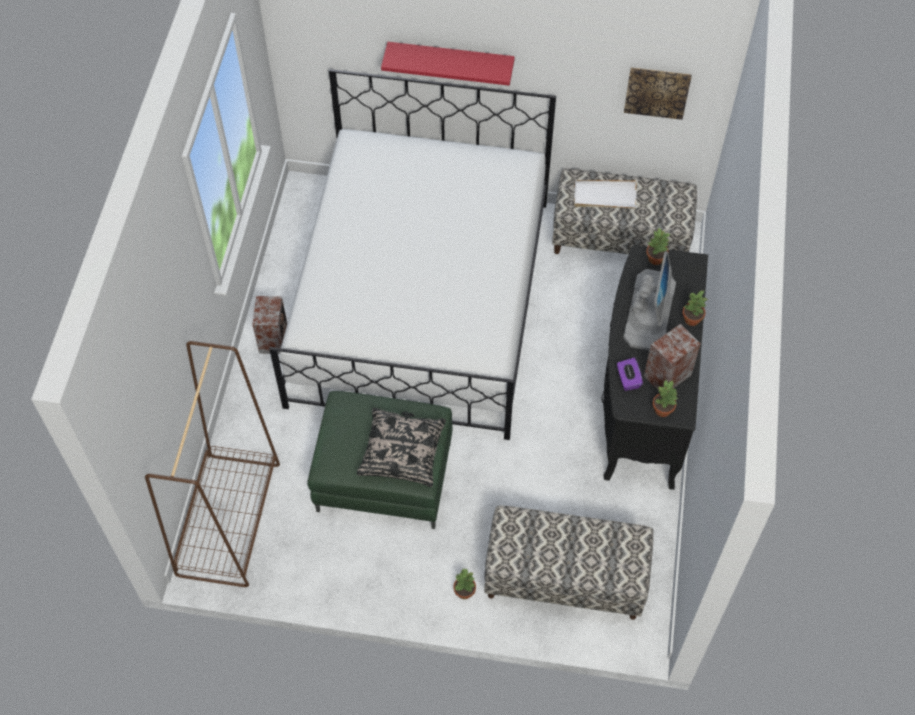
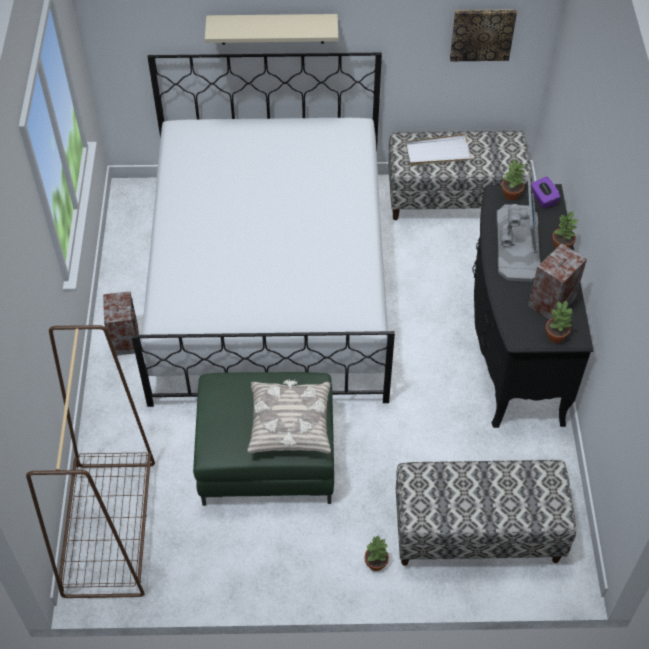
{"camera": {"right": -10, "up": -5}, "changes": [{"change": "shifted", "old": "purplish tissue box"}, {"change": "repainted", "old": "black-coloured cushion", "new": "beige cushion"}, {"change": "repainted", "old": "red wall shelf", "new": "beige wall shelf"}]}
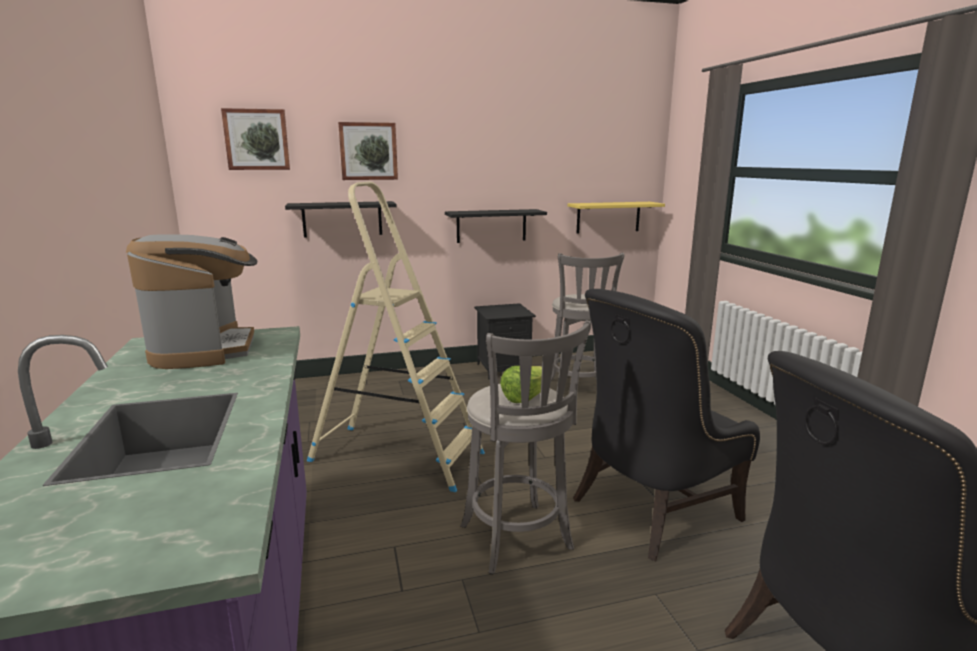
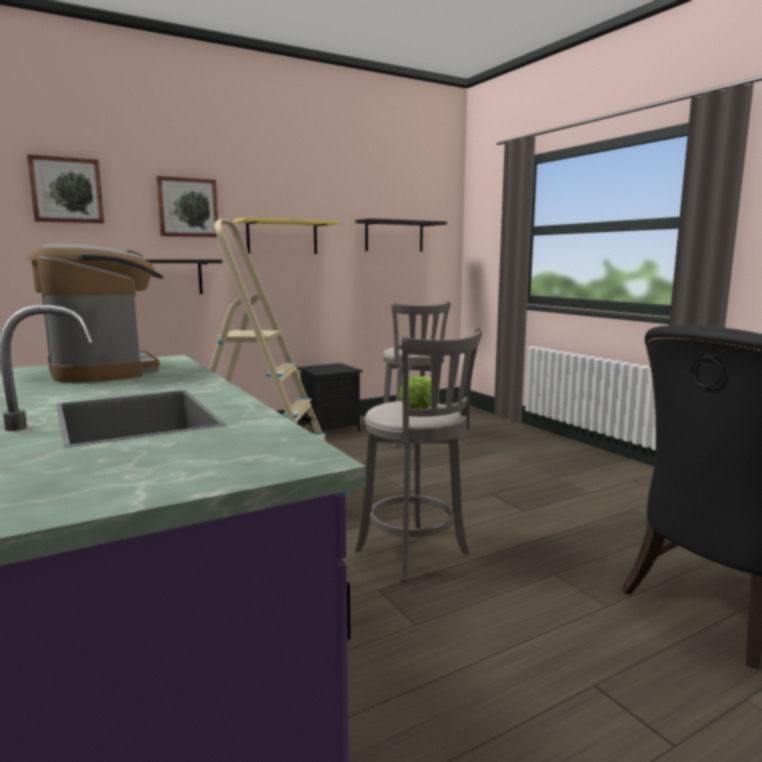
{"camera": {"right": -15, "up": -5}, "changes": [{"change": "gone", "old": "black-coloured upright chair (no. 1 from left)"}, {"change": "shifted", "old": "black-coloured wall shelf (no. 2 from left)"}, {"change": "shifted", "old": "yellow wall shelf"}]}
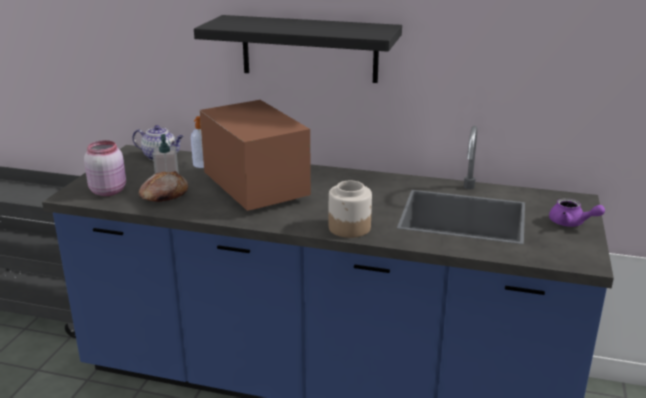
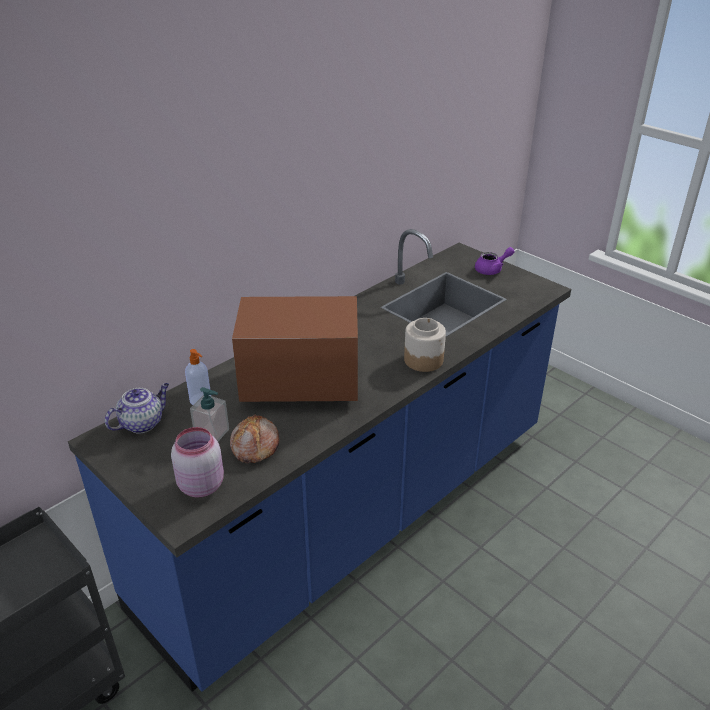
{"camera": {"right": -60, "up": 10}, "changes": [{"change": "gone", "old": "black-coloured wall shelf"}]}
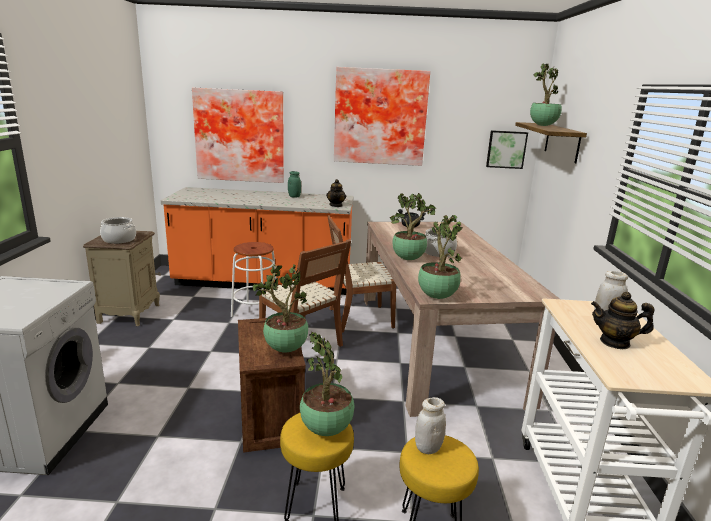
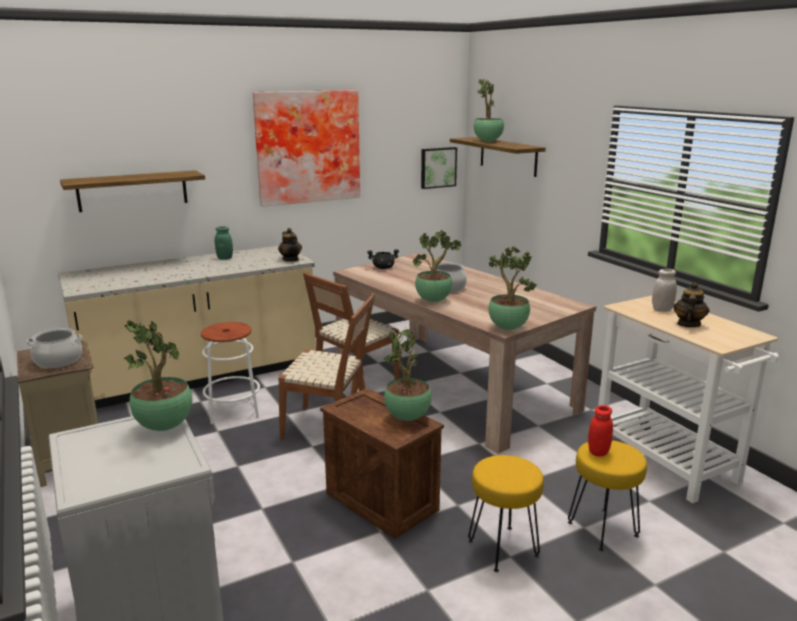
{"camera": {"right": -30, "up": 0}, "changes": [{"change": "shifted", "old": "potted plant (no. 2 from left in the first image)", "new": "potted plant (no. 1 from left)"}, {"change": "swapped", "old": "wall picture (no. 1 from left)", "new": "wall shelf (no. 1 from left)"}, {"change": "repainted", "old": "orange kitchen counter", "new": "beige kitchen counter"}, {"change": "repainted", "old": "white-coloured storage jar (no. 1 from left)", "new": "red storage jar"}, {"change": "rotated", "old": "pot for tea (no. 2 from left)", "degrees": 135}]}
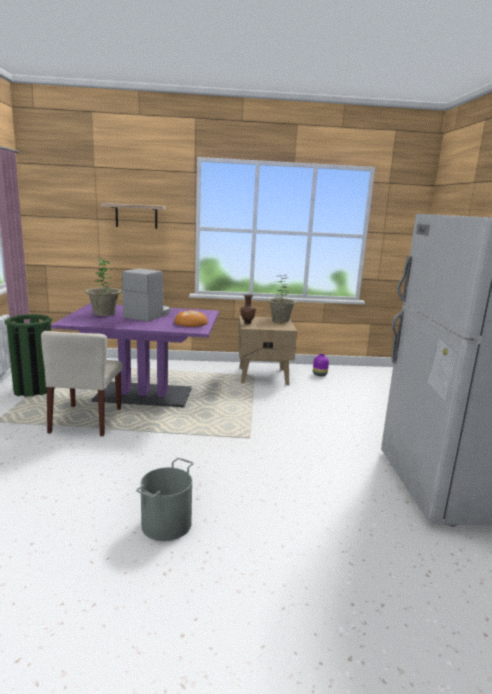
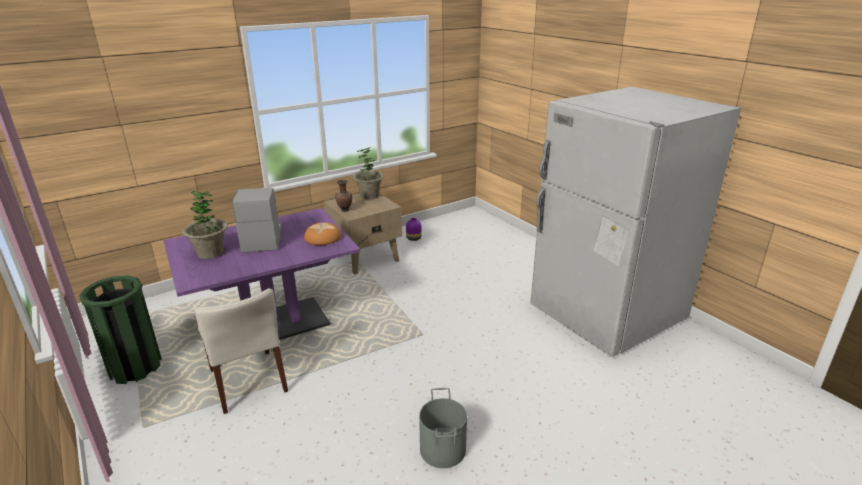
{"camera": {"right": -30, "up": 10}, "changes": [{"change": "gone", "old": "wall shelf"}]}
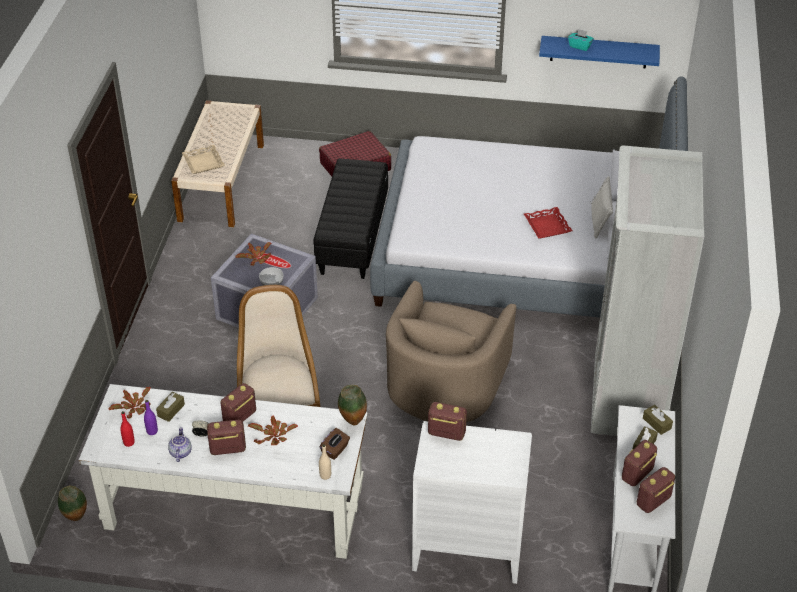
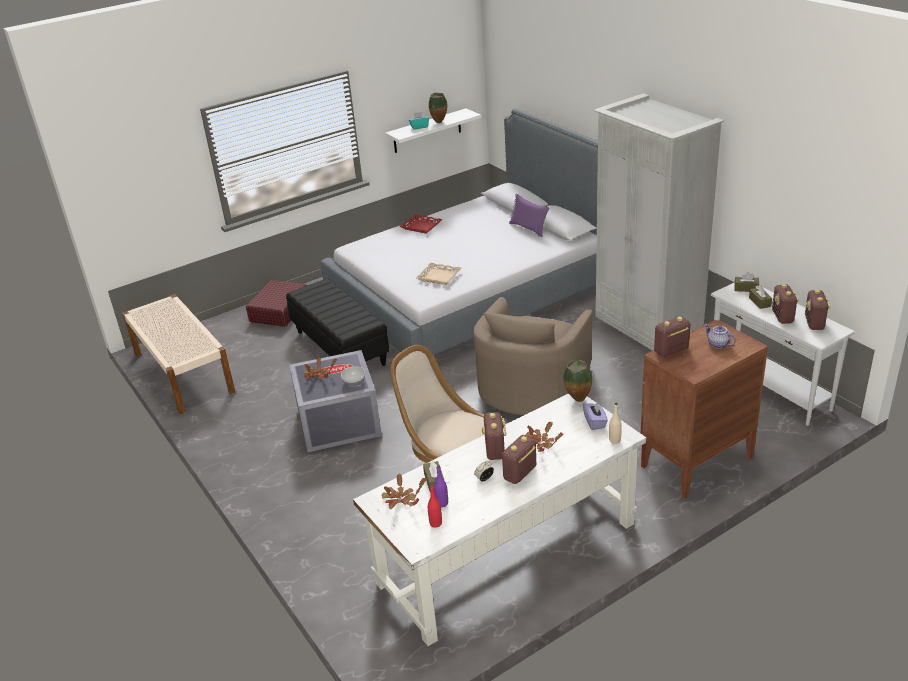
{"camera": {"right": -40, "up": -10}, "changes": [{"change": "shifted", "old": "flower vase (no. 1 from left)"}, {"change": "shifted", "old": "pot for tea"}, {"change": "shifted", "old": "beige carrying tray"}, {"change": "shifted", "old": "red carrying tray"}, {"change": "repainted", "old": "brown tissue box (no. 2 from left)", "new": "purplish tissue box"}, {"change": "repainted", "old": "white-coloured dresser", "new": "brown dresser"}, {"change": "repainted", "old": "blue wall shelf", "new": "white-coloured wall shelf"}, {"change": "repainted", "old": "white-coloured cushion", "new": "purplish cushion"}, {"change": "rotated", "old": "beige easy chair", "degrees": 45}]}
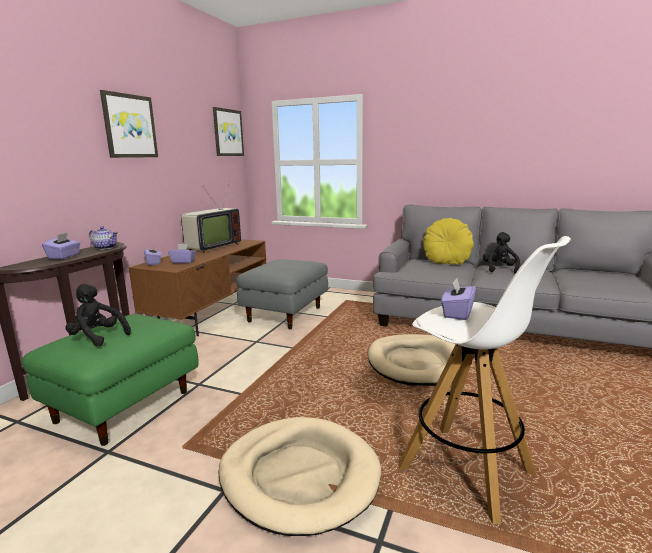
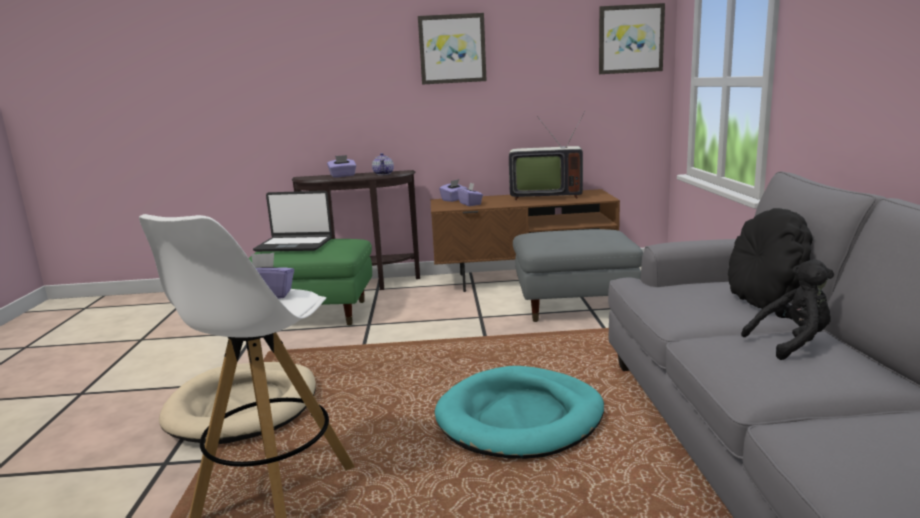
{"camera": {"right": 65, "up": 0}, "changes": [{"change": "swapped", "old": "black-coloured plush toy (no. 1 from left)", "new": "laptop"}, {"change": "repainted", "old": "beige pet bed (no. 2 from left)", "new": "blue-green pet bed"}, {"change": "repainted", "old": "yellow cushion", "new": "black-coloured cushion"}]}
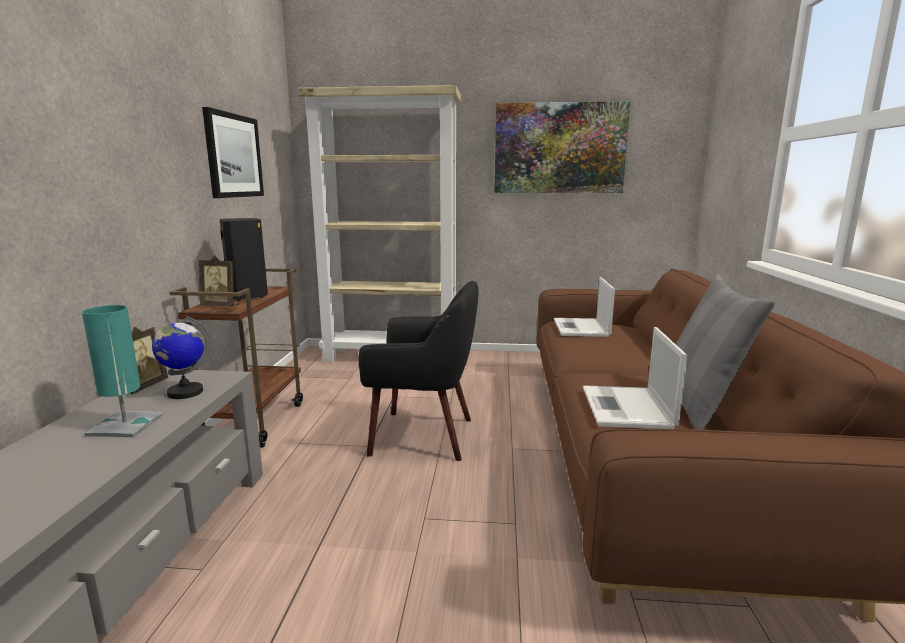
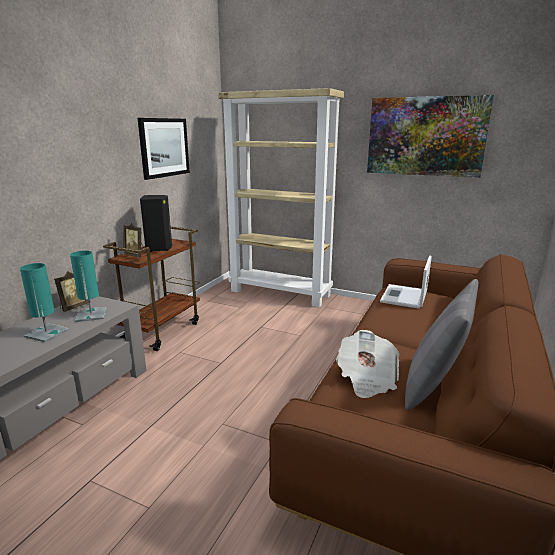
{"camera": {"right": 20, "up": 5}, "changes": [{"change": "gone", "old": "black-coloured easy chair"}, {"change": "swapped", "old": "desk globe", "new": "blue-green table lamp (no. 2 from left)"}, {"change": "swapped", "old": "laptop (no. 2 from left)", "new": "daily paper"}]}
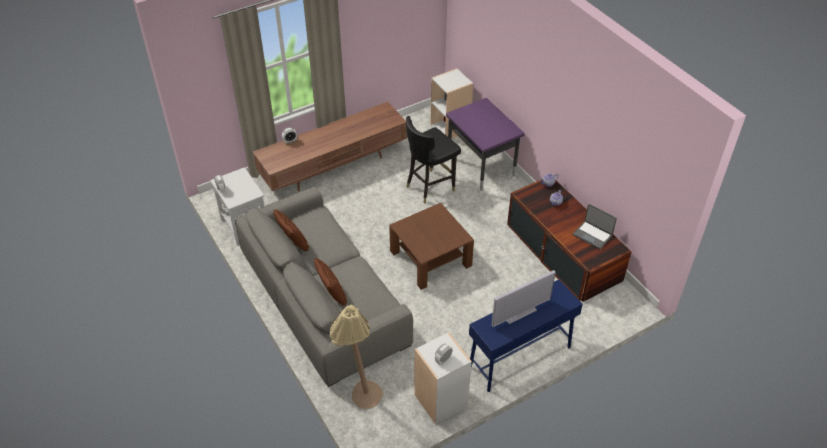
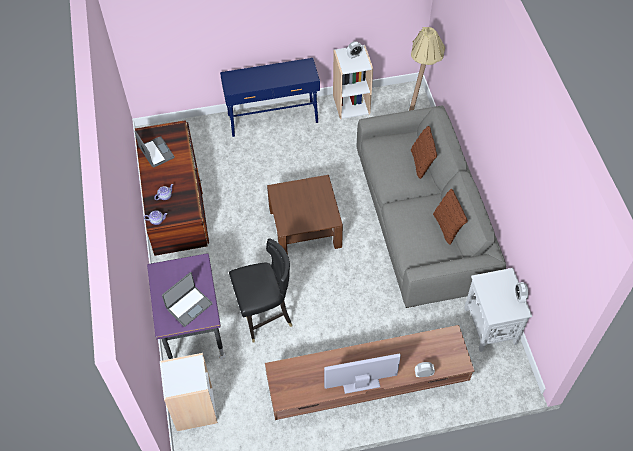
{"camera": {"right": -160, "up": 10}, "changes": [{"change": "new", "new": "laptop (no. 2 from left)"}, {"change": "shifted", "old": "TV"}]}
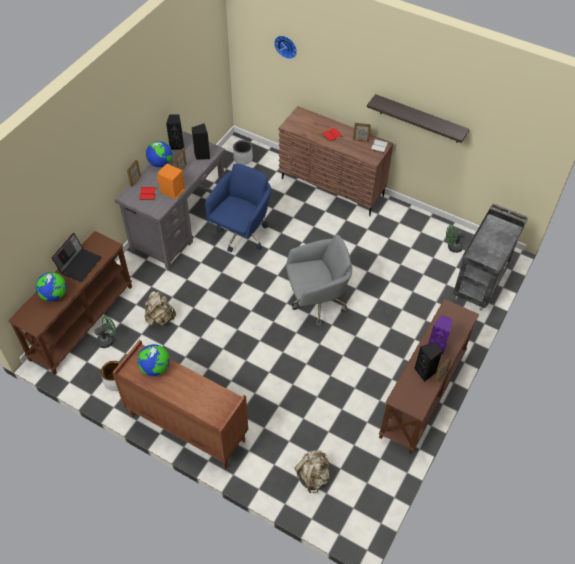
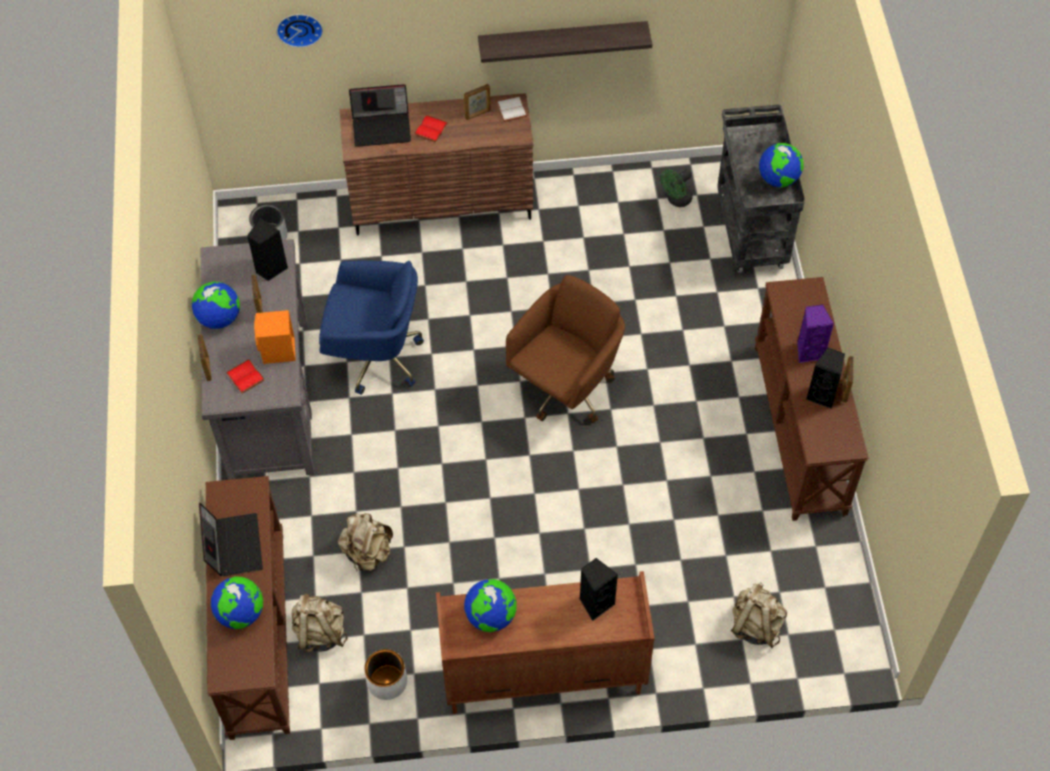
{"camera": {"right": -35, "up": 5}, "changes": [{"change": "new", "new": "laptop (no. 2 from left)"}, {"change": "new", "new": "desk globe (no. 4 from left)"}, {"change": "shifted", "old": "black-coloured speaker (no. 1 from left in the first image)", "new": "black-coloured speaker (no. 2 from left)"}, {"change": "swapped", "old": "green-coloured fan (no. 1 from left)", "new": "beige backpack (no. 1 from left)"}, {"change": "repainted", "old": "grey computer chair", "new": "brown computer chair"}, {"change": "rotated", "old": "blue computer chair", "degrees": 105}]}
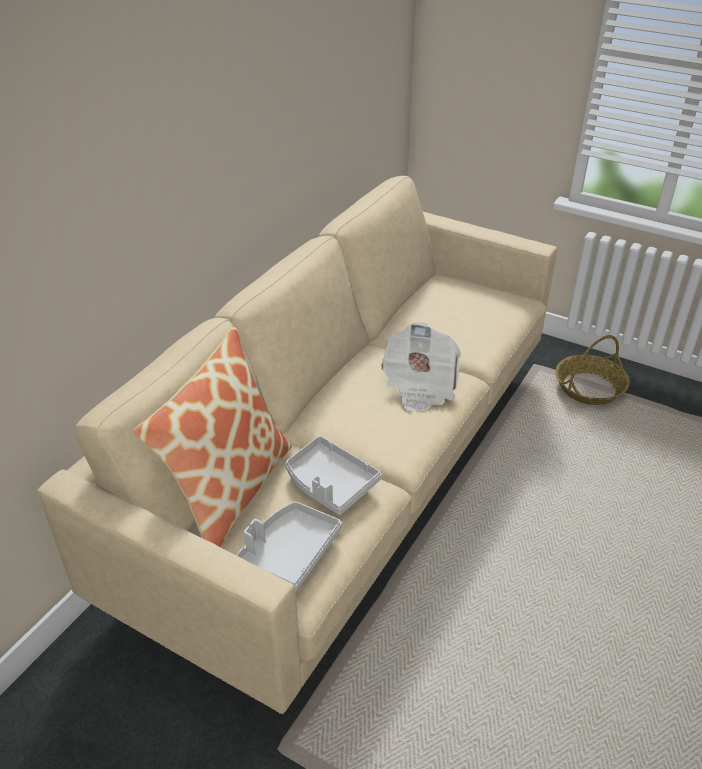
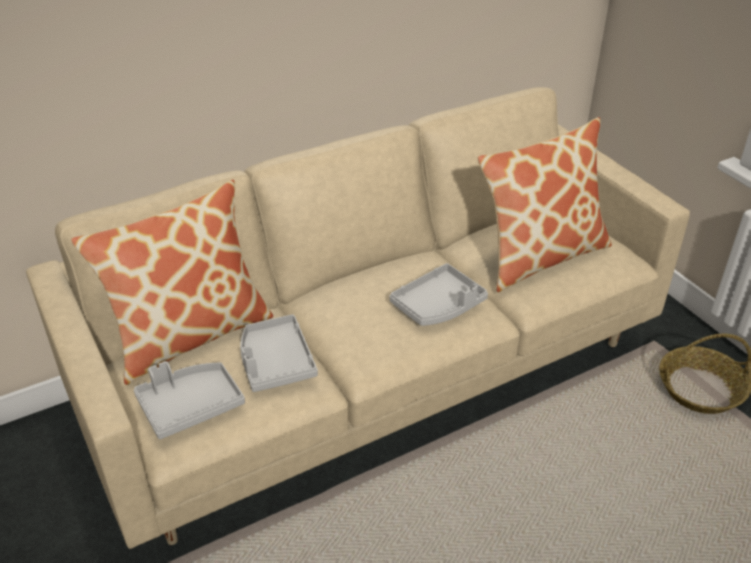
{"camera": {"right": 30, "up": 0}, "changes": [{"change": "new", "new": "cushion (no. 2 from left)"}, {"change": "swapped", "old": "daily paper", "new": "grey carrying tray (no. 3 from left)"}]}
